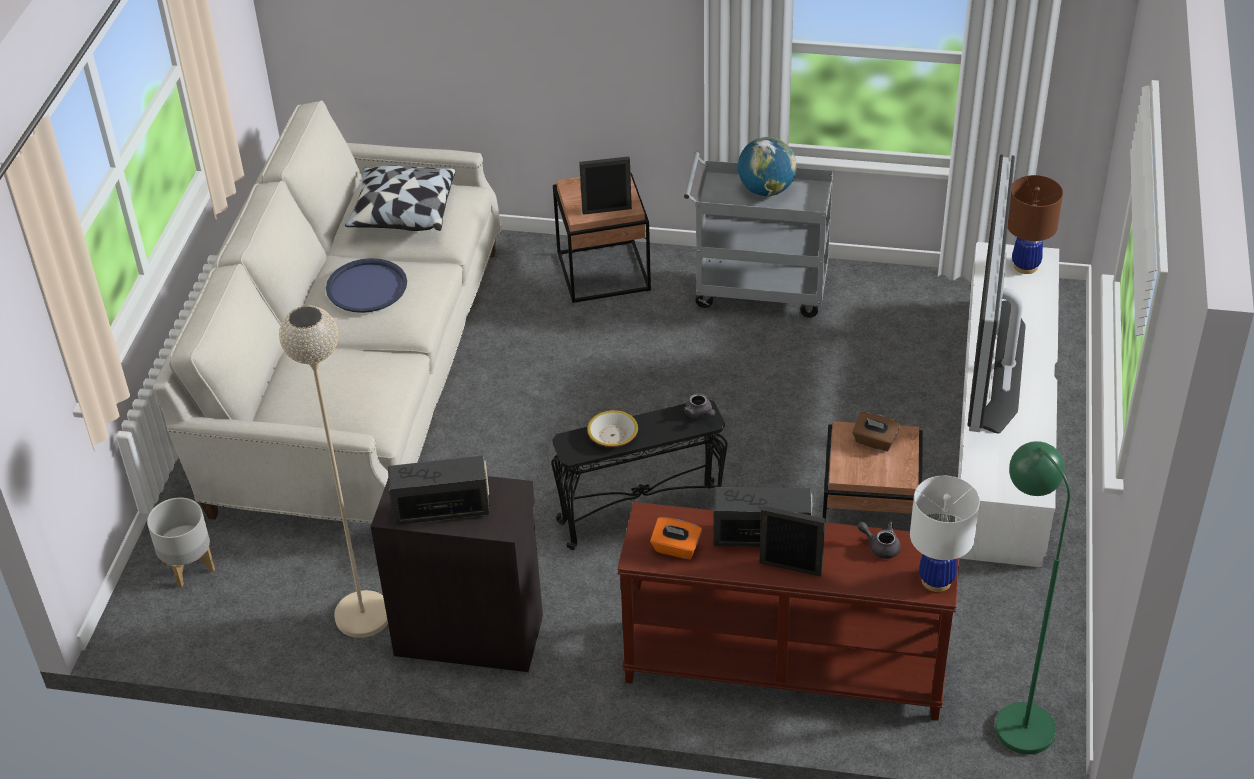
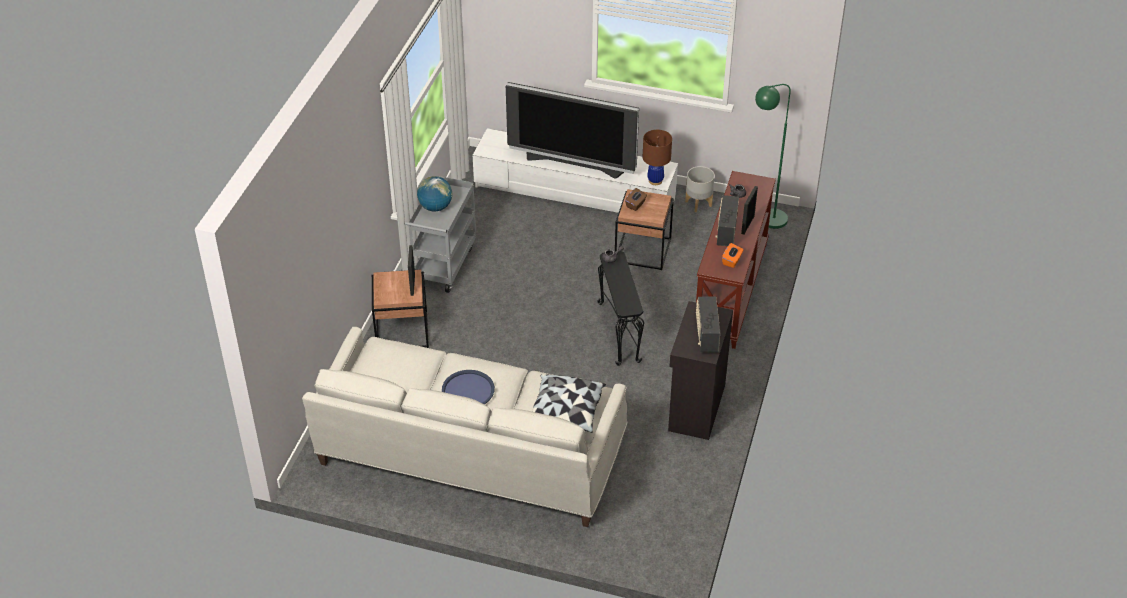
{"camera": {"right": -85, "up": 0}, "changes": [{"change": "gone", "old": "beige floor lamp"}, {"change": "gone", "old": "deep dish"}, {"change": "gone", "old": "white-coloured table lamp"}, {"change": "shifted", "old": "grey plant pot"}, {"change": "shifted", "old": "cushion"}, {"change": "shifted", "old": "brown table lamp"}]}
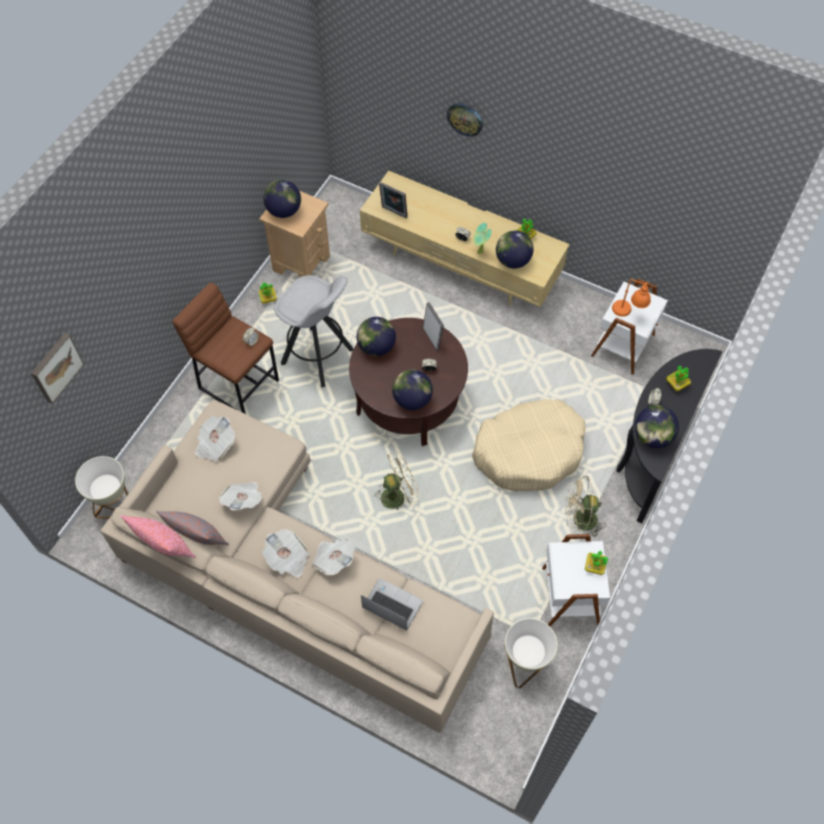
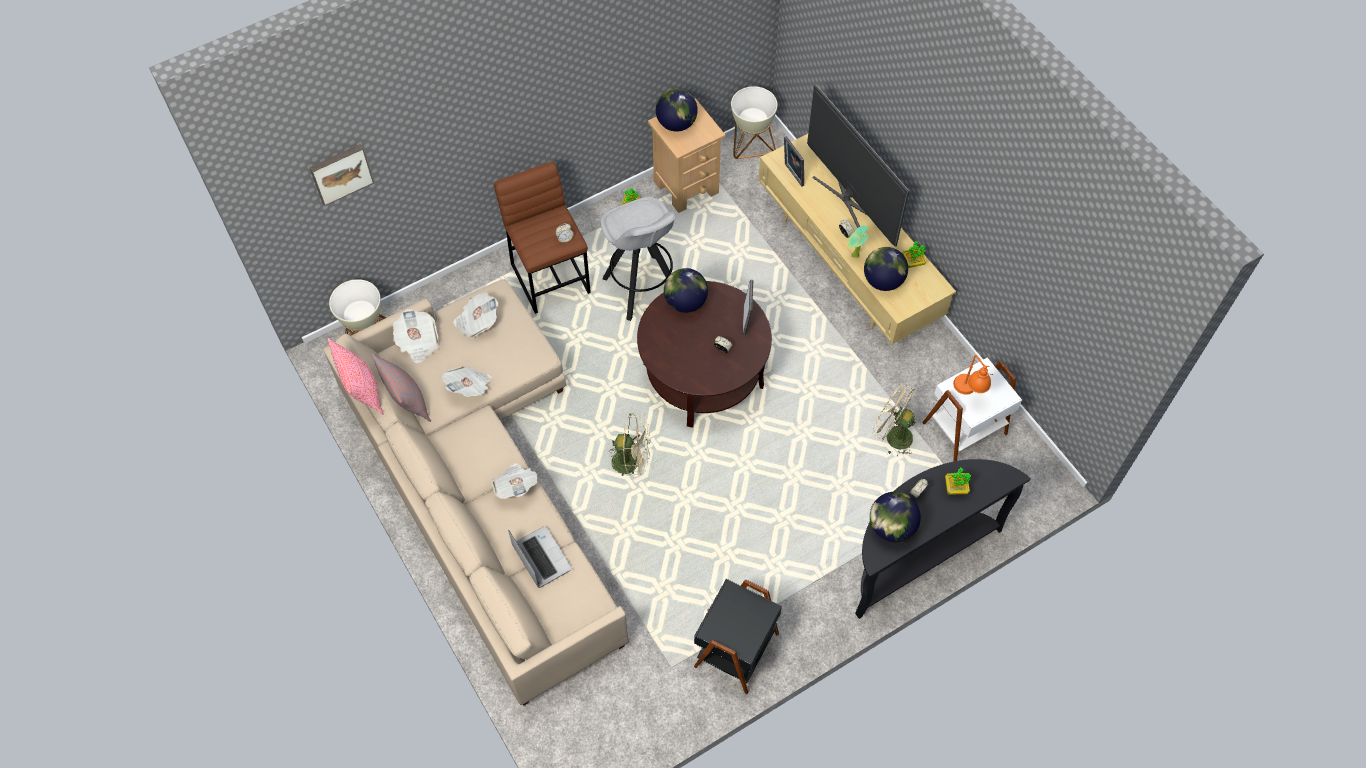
{"camera": {"right": 30, "up": 0}, "changes": [{"change": "gone", "old": "desk globe (no. 3 from left)"}, {"change": "gone", "old": "wall clock"}, {"change": "gone", "old": "beige pet bed"}, {"change": "gone", "old": "potted plant (no. 4 from left)"}, {"change": "new", "new": "TV"}, {"change": "shifted", "old": "daily paper (no. 3 from left in the first image)", "new": "daily paper (no. 1 from left)"}, {"change": "shifted", "old": "plant pot (no. 2 from left)"}, {"change": "shifted", "old": "beige fan (no. 2 from left)"}, {"change": "repainted", "old": "white-coloured side table (no. 1 from left)", "new": "black-coloured side table"}]}
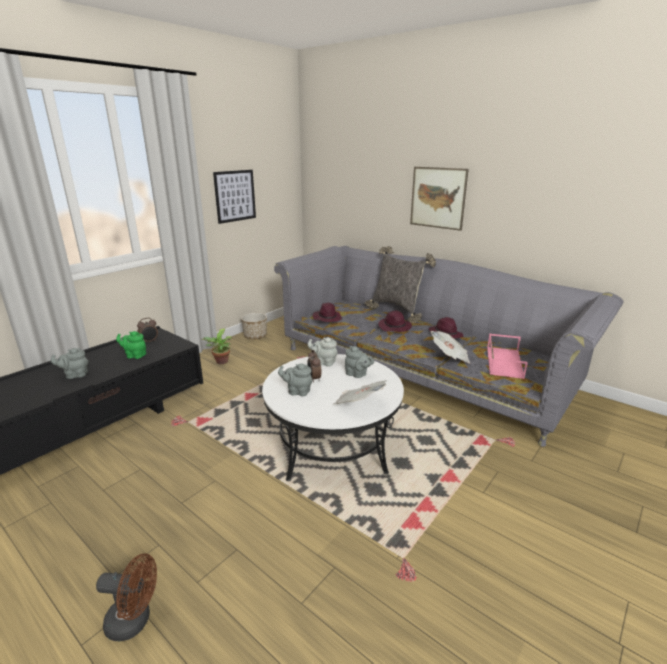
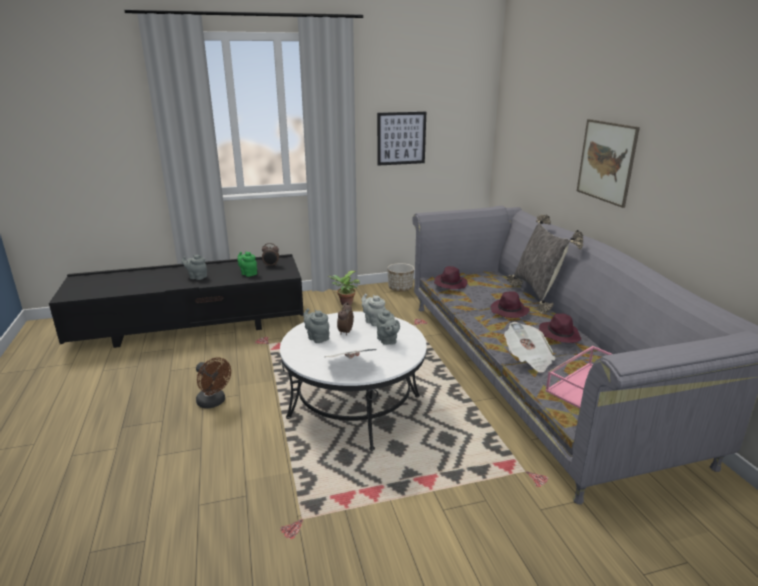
{"camera": {"right": 35, "up": 0}, "changes": [{"change": "shifted", "old": "brown fan"}]}
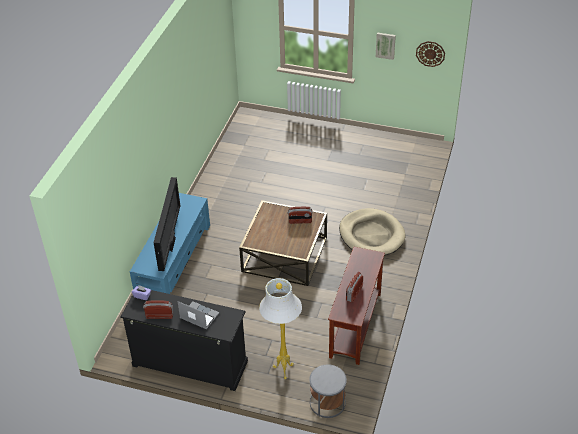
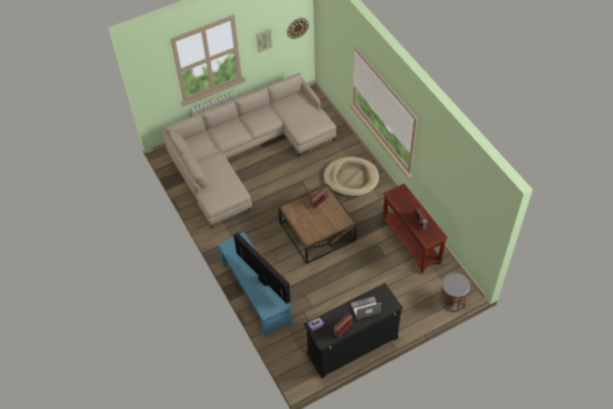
{"camera": {"right": -45, "up": 10}, "changes": [{"change": "gone", "old": "white-coloured floor lamp"}, {"change": "new", "new": "beige sofa"}]}
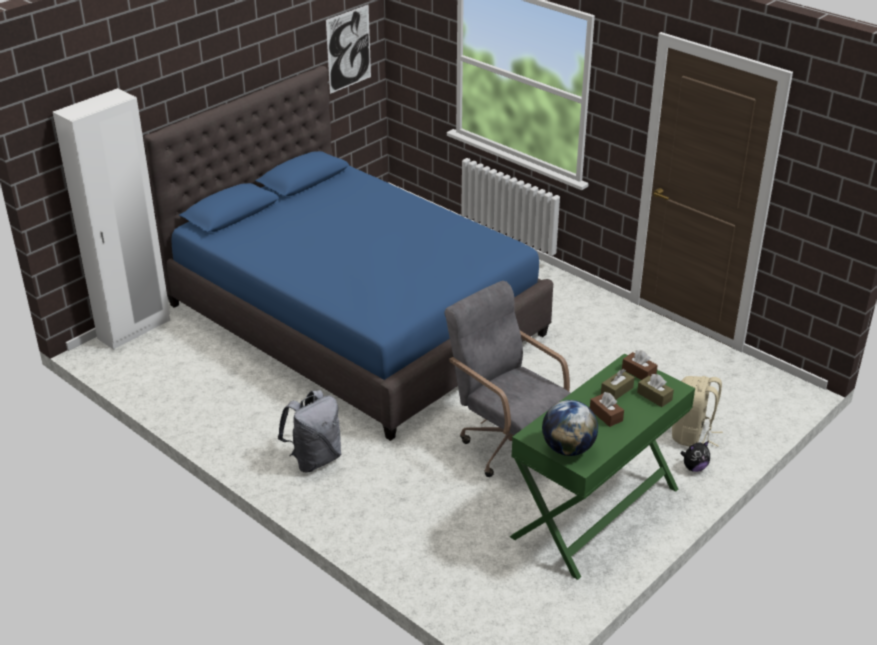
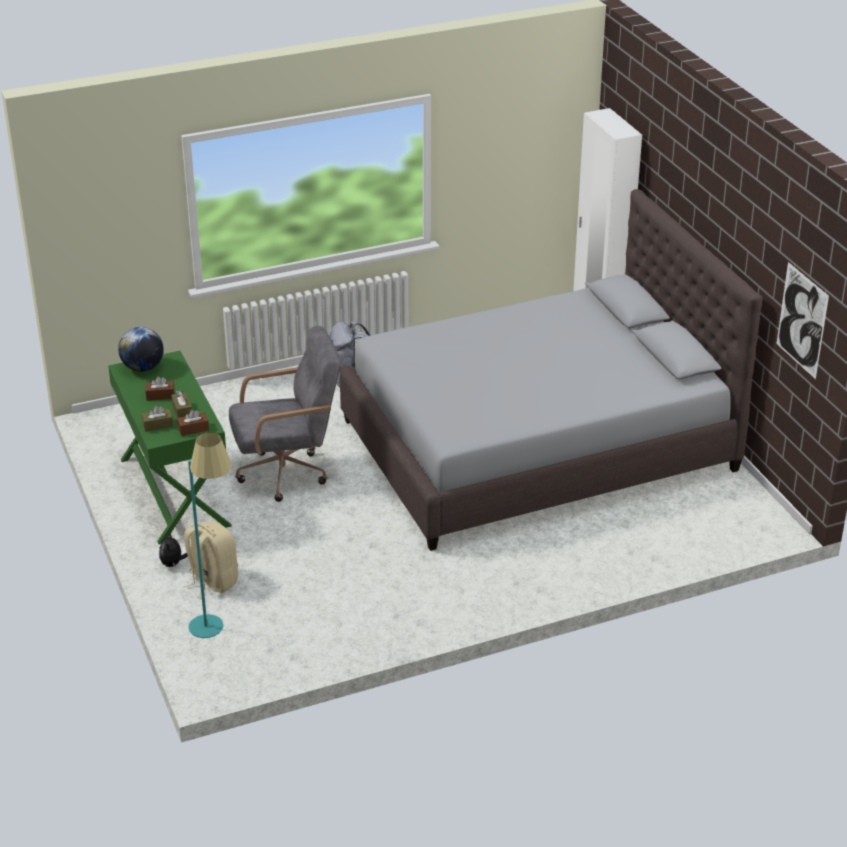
{"camera": {"right": 115, "up": 0}, "changes": [{"change": "new", "new": "blue-green floor lamp"}, {"change": "repainted", "old": "blue sleeping bed", "new": "grey sleeping bed"}]}
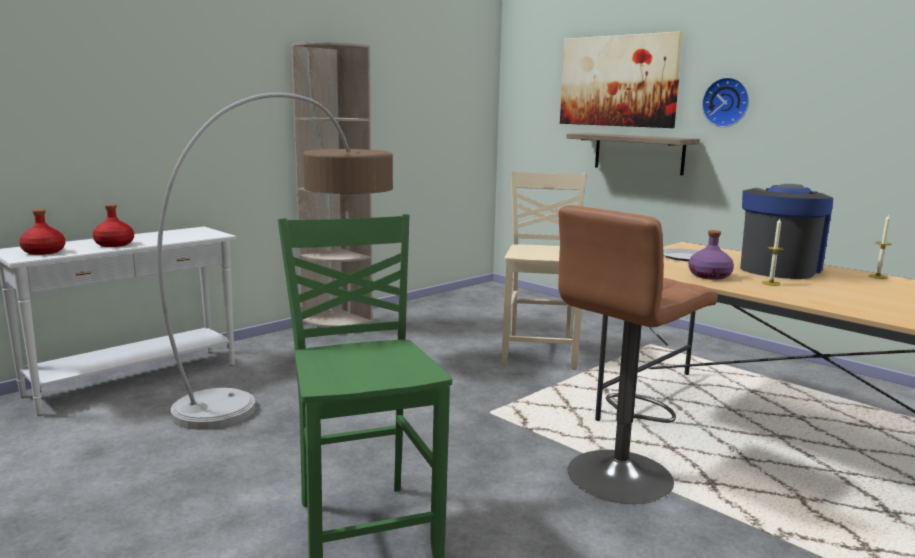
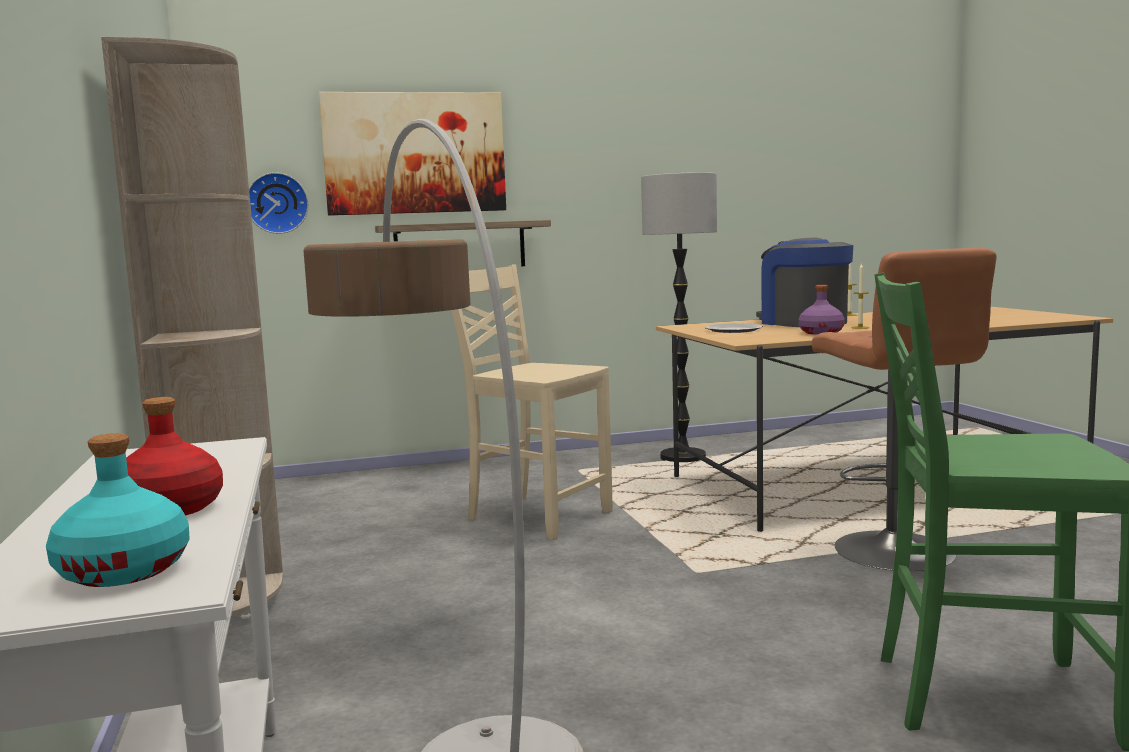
{"camera": {"right": -60, "up": -5}, "changes": [{"change": "new", "new": "floor lamp (no. 2 from left)"}, {"change": "shifted", "old": "wall clock"}, {"change": "repainted", "old": "red bottle (no. 1 from left)", "new": "blue-green bottle"}]}
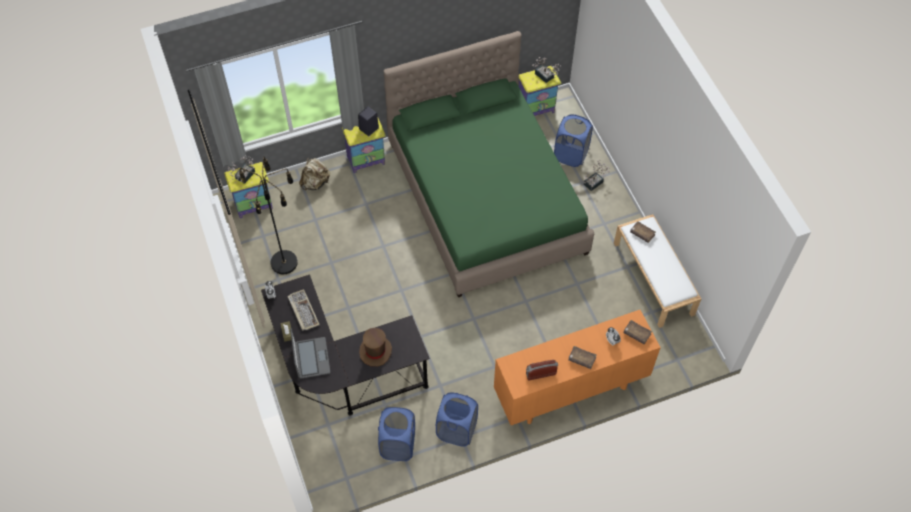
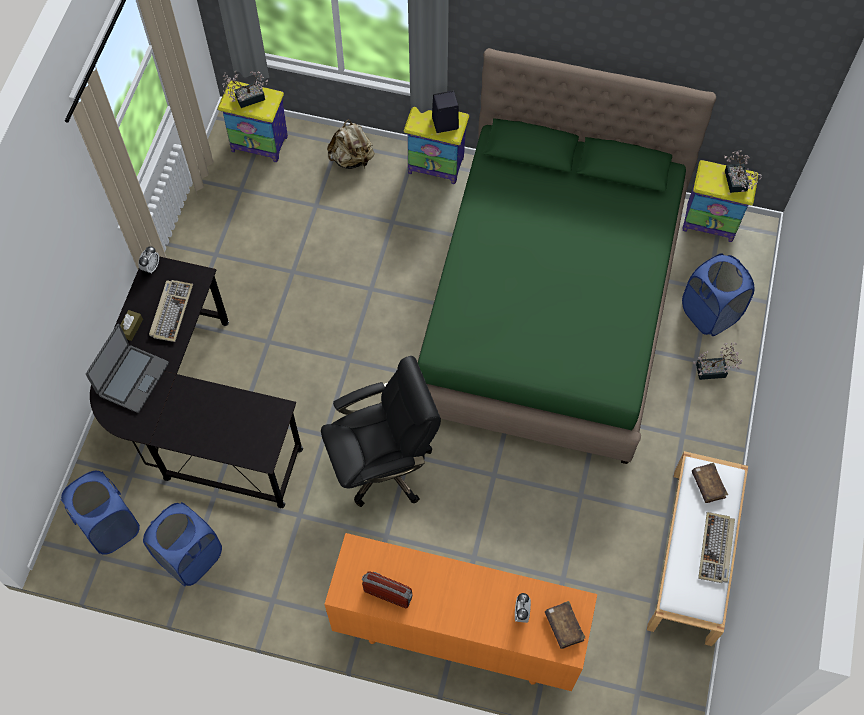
{"camera": {"right": 35, "up": 5}, "changes": [{"change": "gone", "old": "floor lamp"}, {"change": "gone", "old": "brown wearable hat"}, {"change": "gone", "old": "brown bound book (no. 1 from left)"}, {"change": "new", "new": "black-coloured computer chair"}, {"change": "new", "new": "computer keyboard (no. 2 from left)"}, {"change": "shifted", "old": "blue laundry basket (no. 2 from left in the first image)", "new": "blue laundry basket (no. 1 from left)"}]}
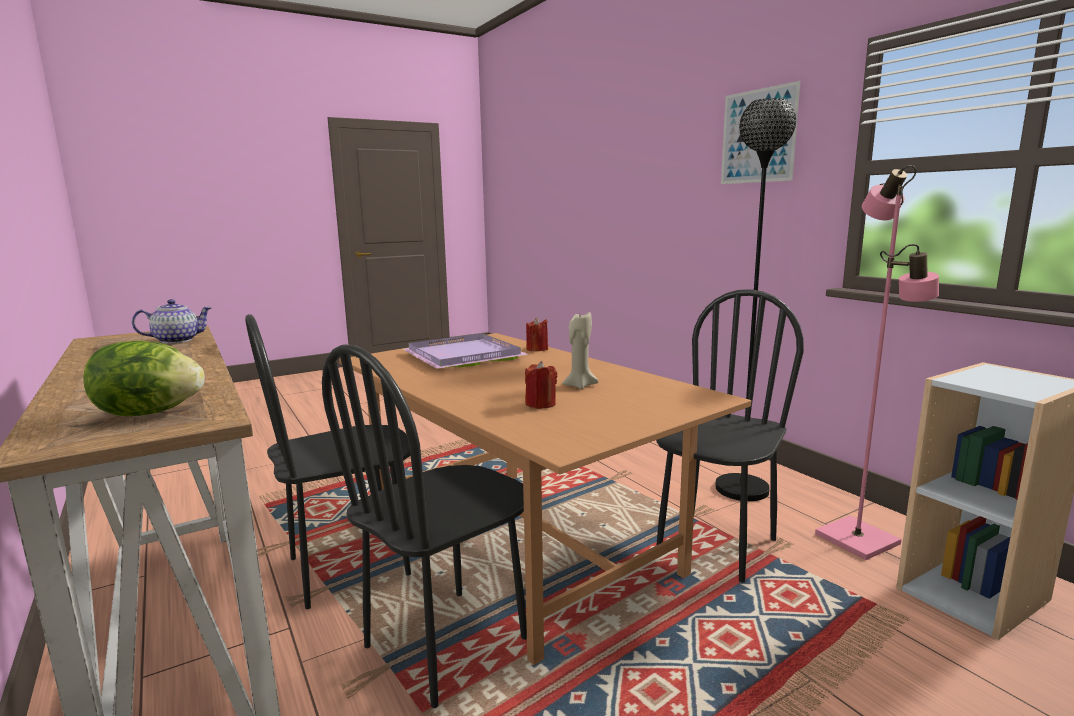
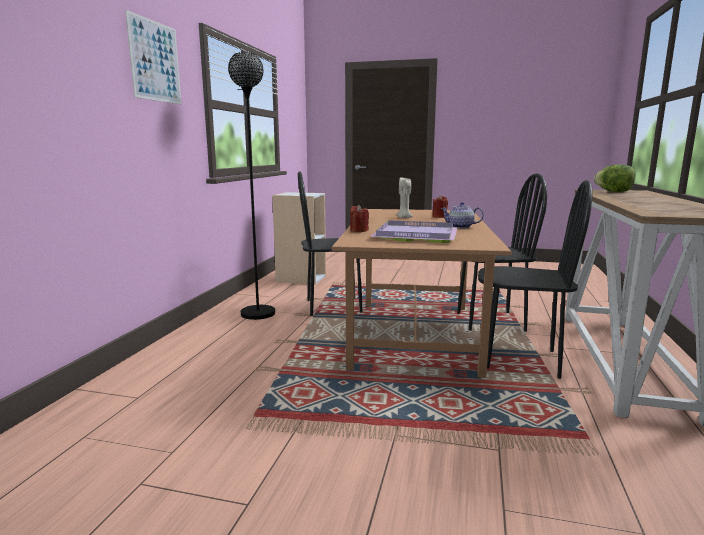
{"camera": {"right": -135, "up": 0}, "changes": [{"change": "gone", "old": "pinkish floor lamp"}, {"change": "shifted", "old": "pot for tea"}]}
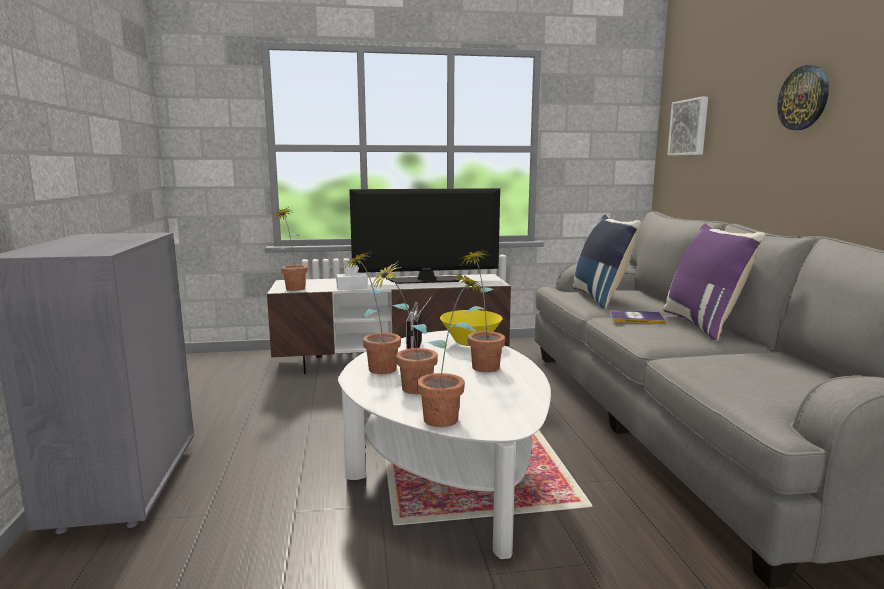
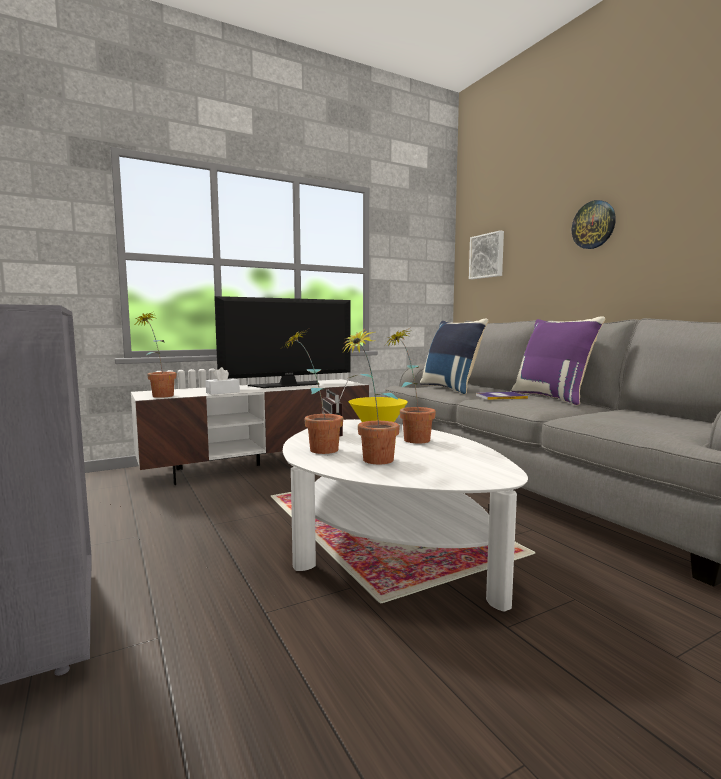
{"camera": {"right": -20, "up": -5}, "changes": [{"change": "gone", "old": "potted plant (no. 4 from left)"}]}
